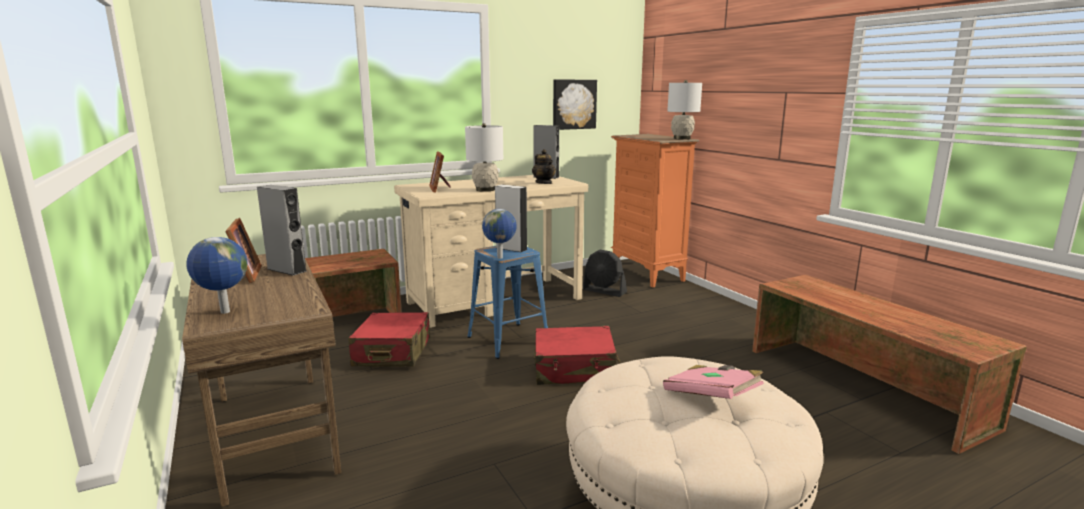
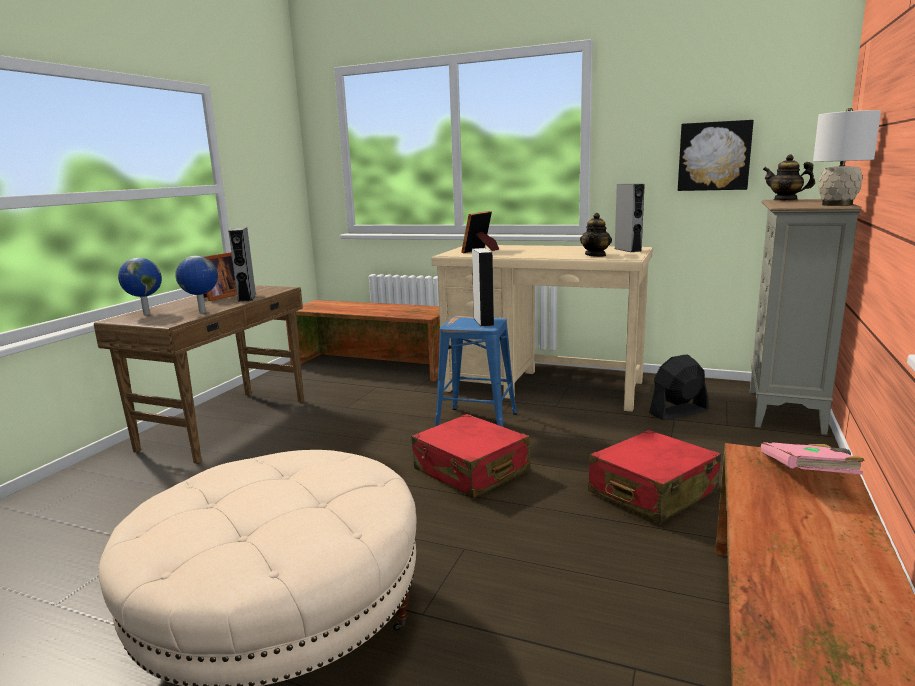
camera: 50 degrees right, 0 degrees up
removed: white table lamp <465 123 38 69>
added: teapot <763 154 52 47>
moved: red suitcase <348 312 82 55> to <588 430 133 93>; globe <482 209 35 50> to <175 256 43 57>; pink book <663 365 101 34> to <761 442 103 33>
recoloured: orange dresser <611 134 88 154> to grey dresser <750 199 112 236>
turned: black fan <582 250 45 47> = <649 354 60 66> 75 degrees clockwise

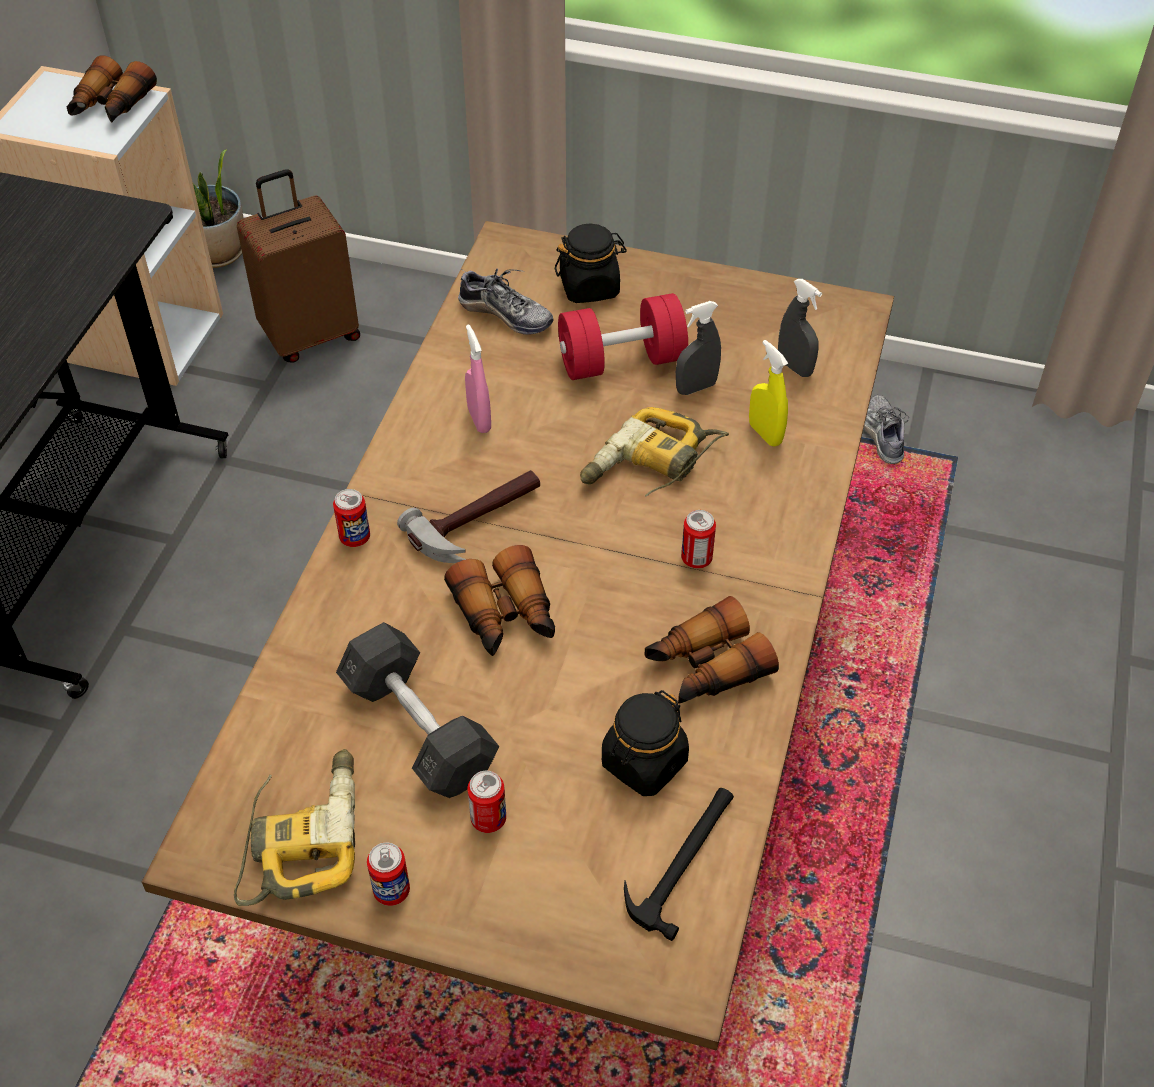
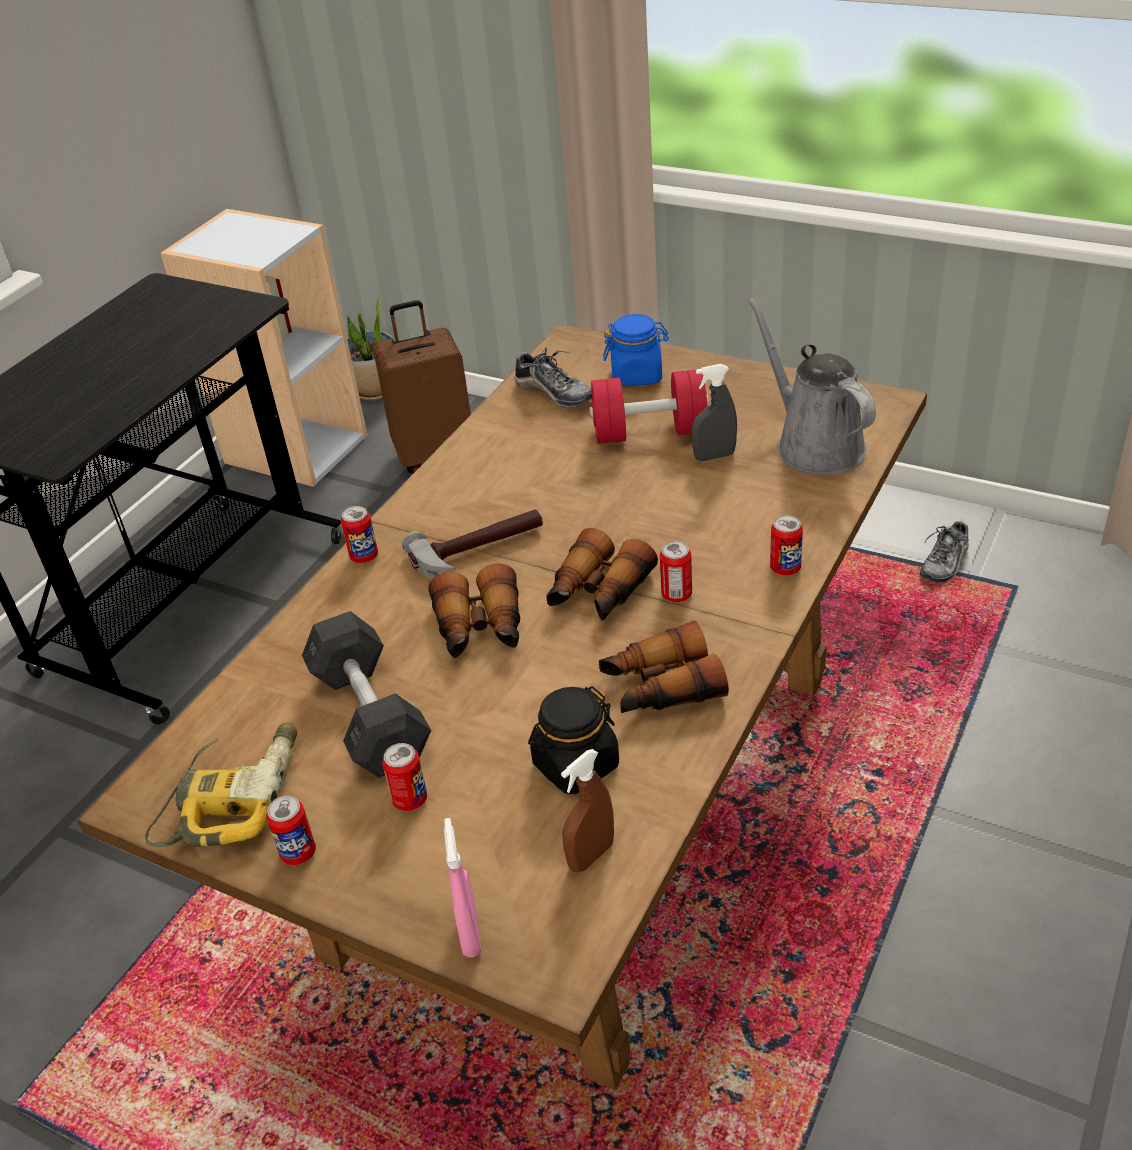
camera: 15 degrees right, 10 degrees down
removed: power drill <580 407 149 89>; yellow spray bottle <749 340 39 107>
added: can <770 515 33 61>
moved: binoculars <67 55 90 68> to <546 528 112 93>; pink spray bottle <465 324 26 109> to <444 818 37 140>
replaced: hammer <624 788 110 153> to brown spray bottle <561 749 53 124>; grey spray bottle <778 279 44 98> to grey watering can <748 298 128 177>
recoloured: black jar <555 223 72 80> to blue jar <603 314 66 72>
turned: shoe <864 395 45 69> = <920 518 49 65> 150 degrees counterclockwise

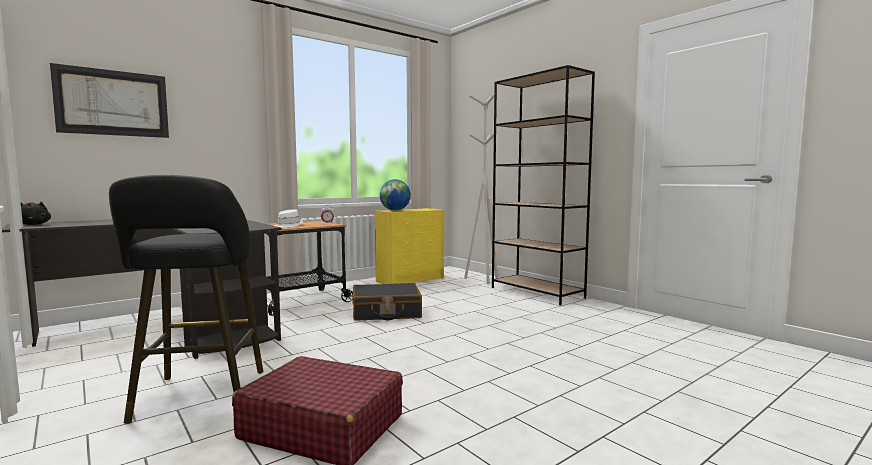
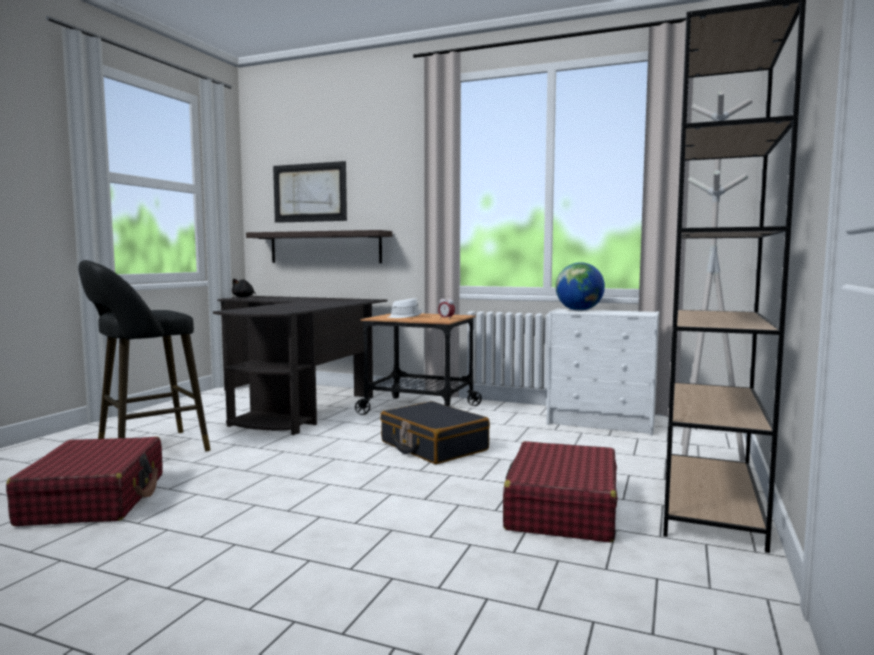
camera: 60 degrees right, 0 degrees up
added: shelf <246 230 146 33>; red suitcase <503 441 115 101>
recoloured: yellow dresser <375 208 69 76> to white dresser <546 308 113 127>

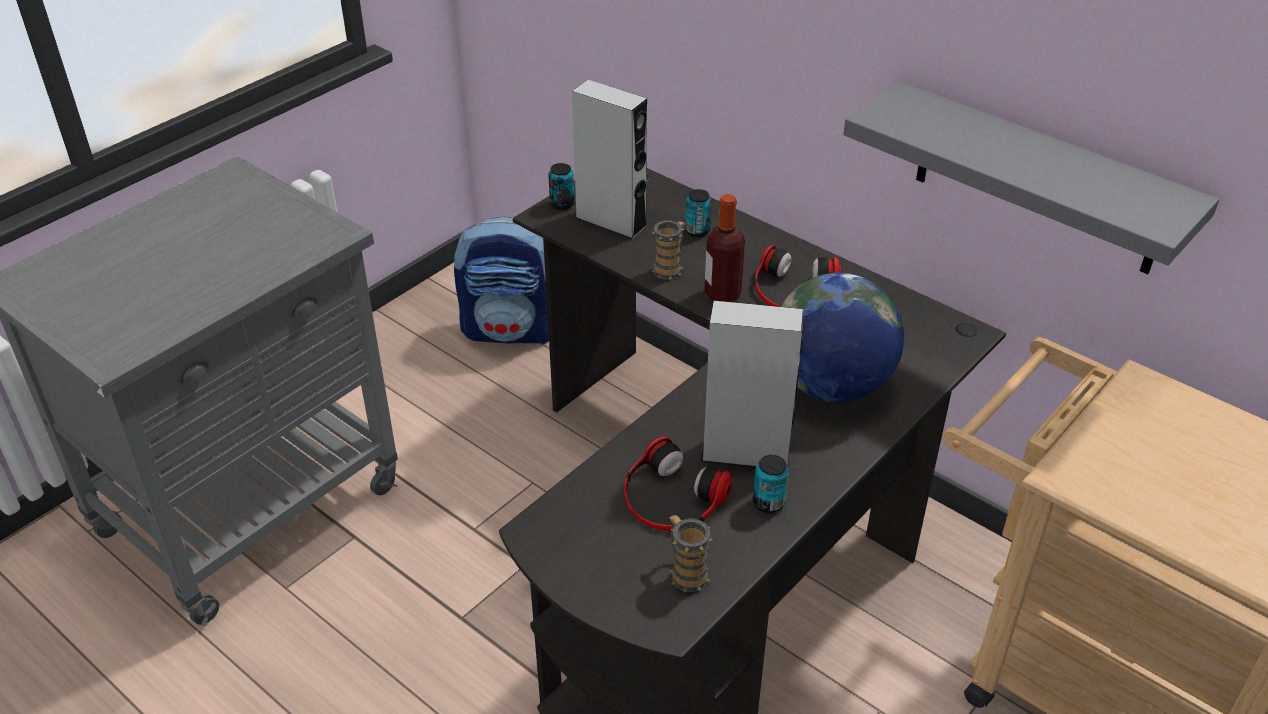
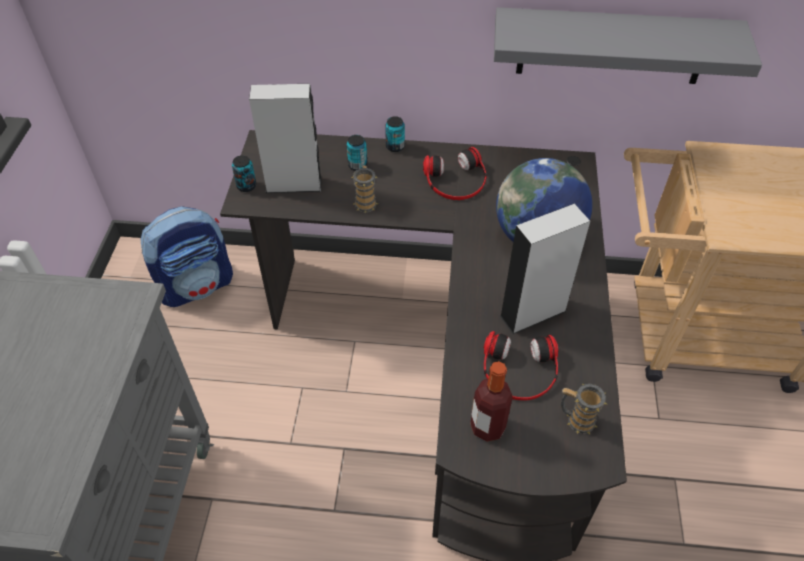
camera: 35 degrees left, 10 degrees up
moved: bottle <704 194 41 108> to <470 361 43 81>; can <753 455 36 58> to <385 116 20 36>

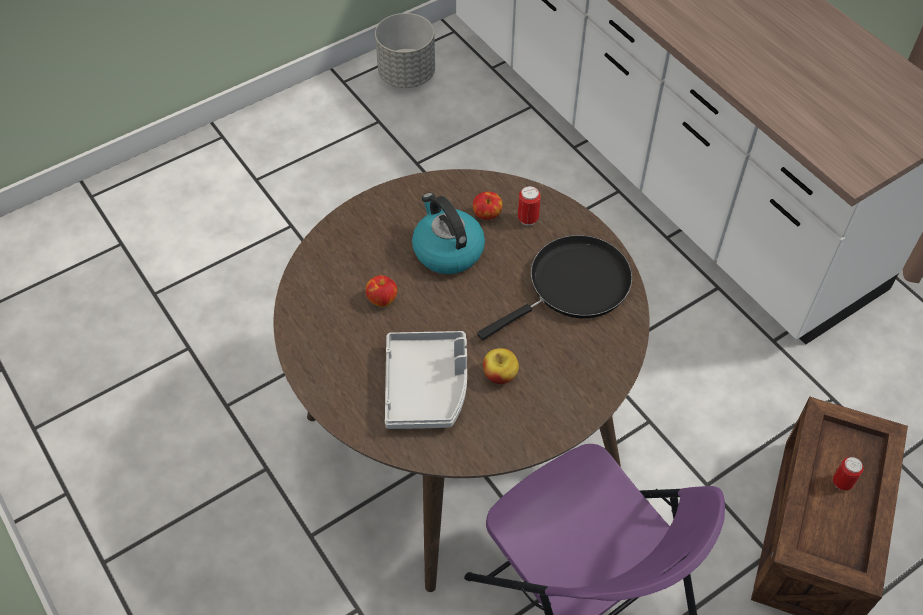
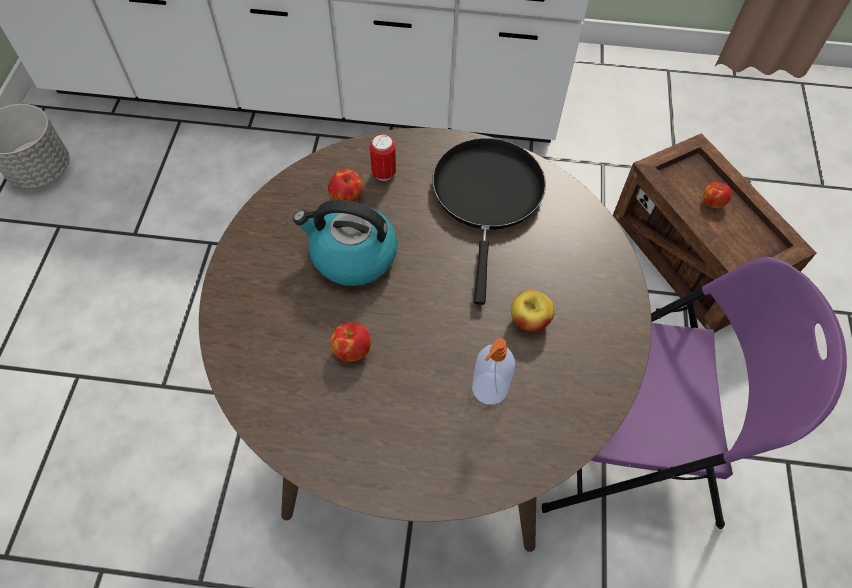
camera: 50 degrees left, 5 degrees up
replaced: grey tray <385 331 82 98> to soap dispenser <472 338 43 67>; can <833 457 31 33> to apple <703 182 29 26>

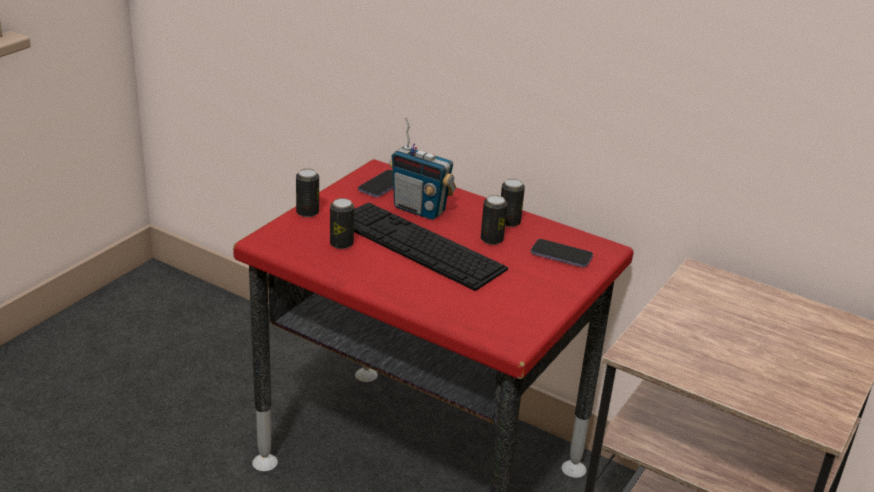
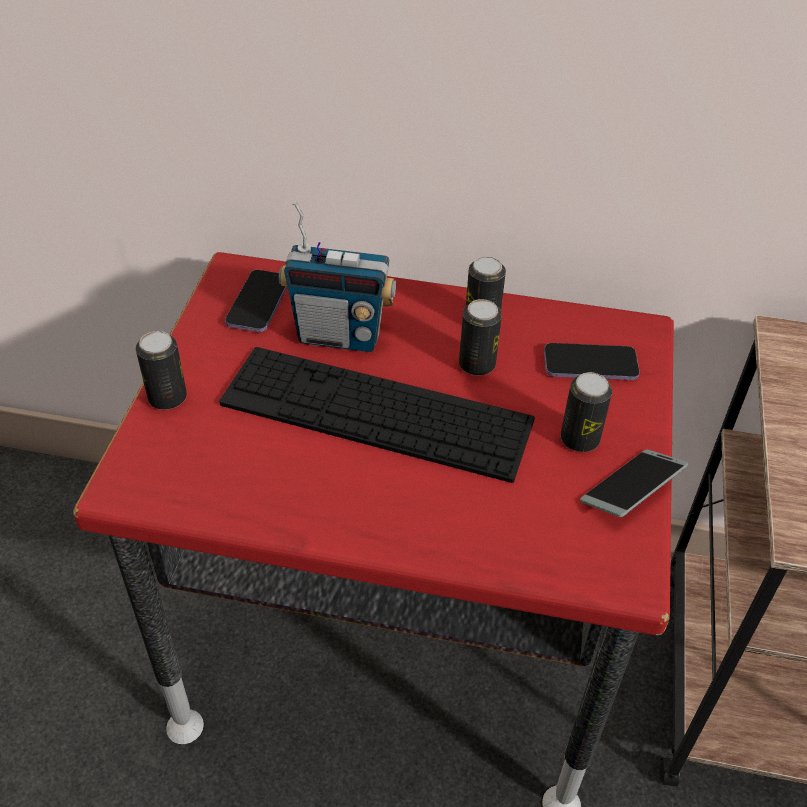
camera: 20 degrees left, 15 degrees up
added: phone <580 450 108 67>
moved: can <330 198 24 51> to <560 372 52 80>

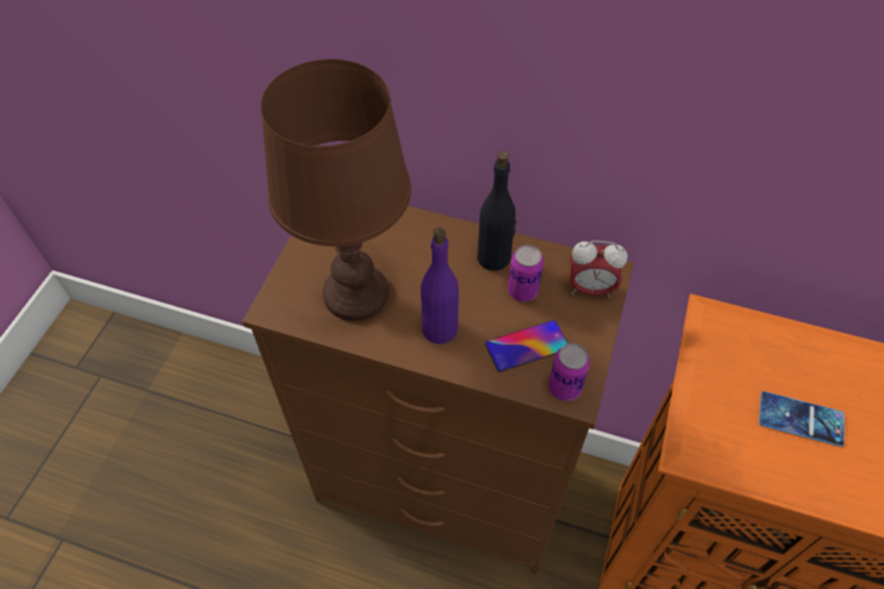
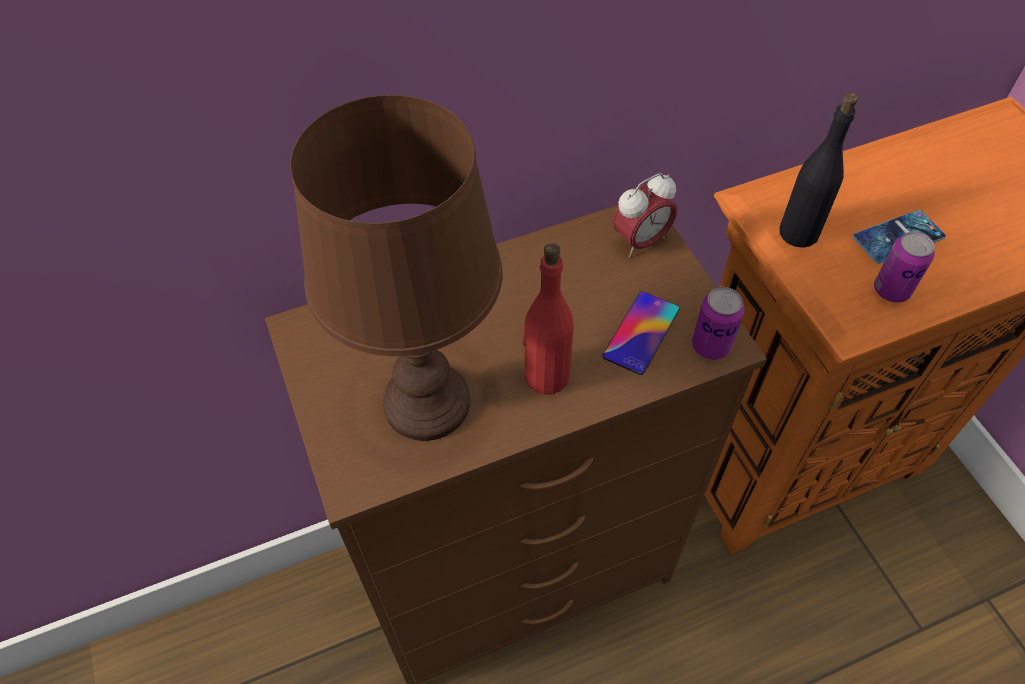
camera: 40 degrees left, 0 degrees up
moved: black bottle <477 151 39 120> to <779 93 79 155>; can <508 245 36 57> to <874 232 61 71>
recoloured: purple bottle <421 227 38 117> to red bottle <523 243 51 152>

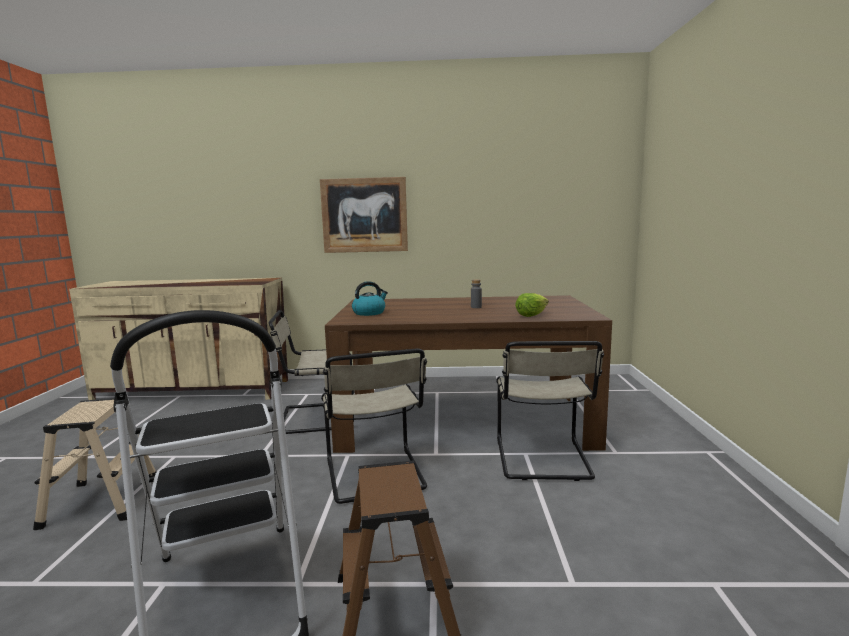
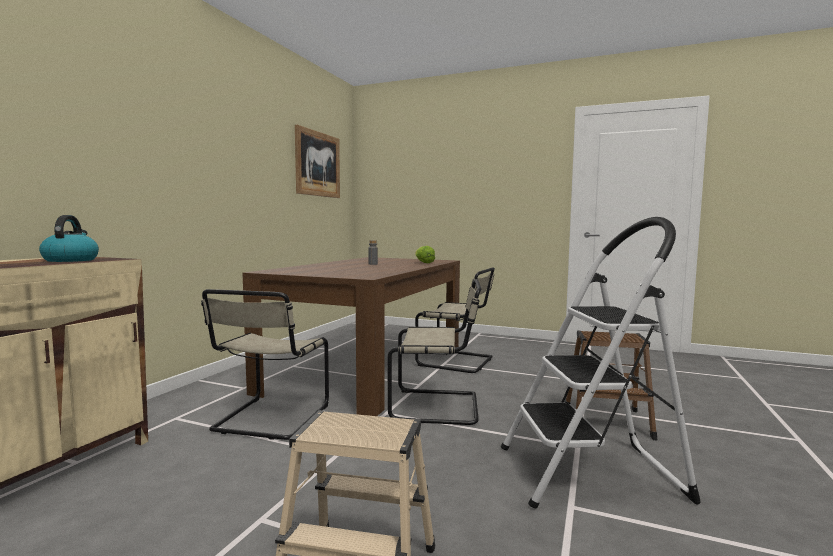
camera: 70 degrees left, 5 degrees down
moved: picture <320 177 88 76> to <295 125 45 73>; kettle <352 281 36 35> to <39 215 60 47>

